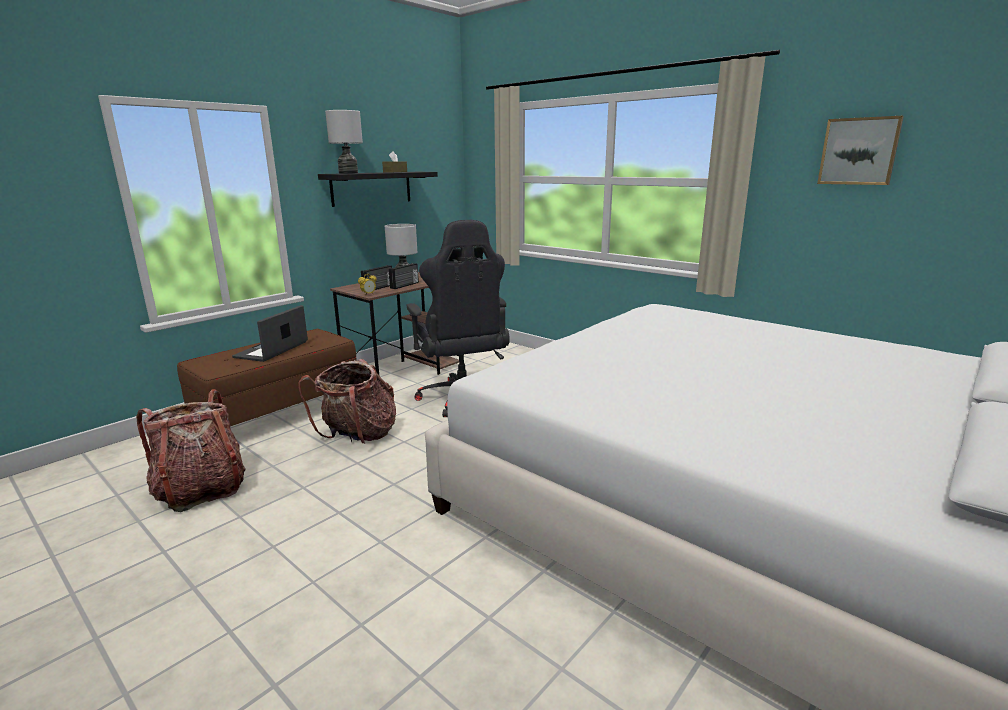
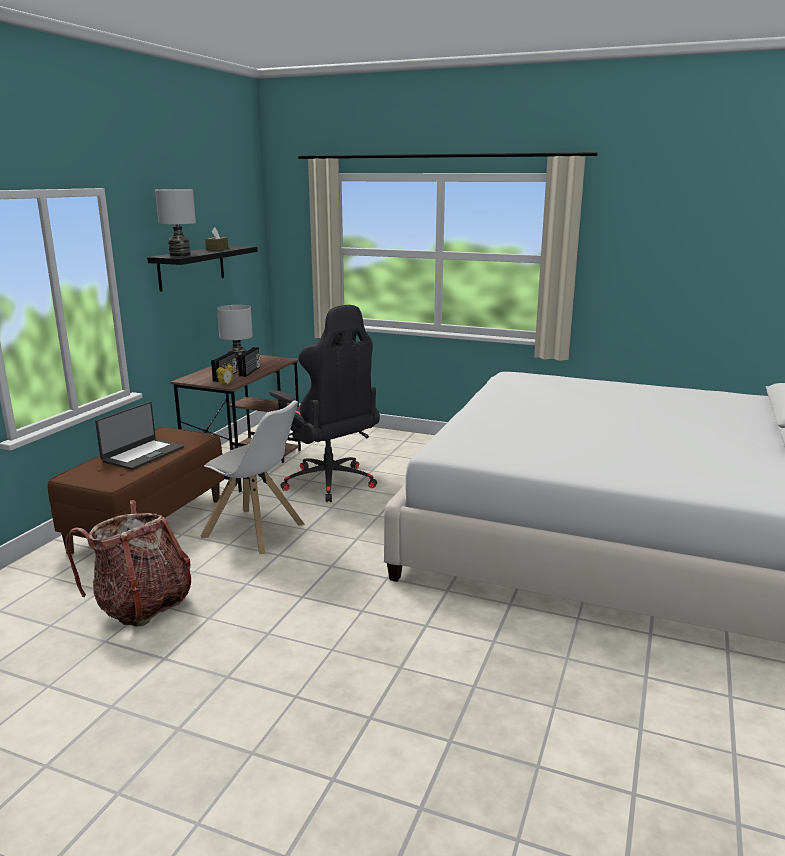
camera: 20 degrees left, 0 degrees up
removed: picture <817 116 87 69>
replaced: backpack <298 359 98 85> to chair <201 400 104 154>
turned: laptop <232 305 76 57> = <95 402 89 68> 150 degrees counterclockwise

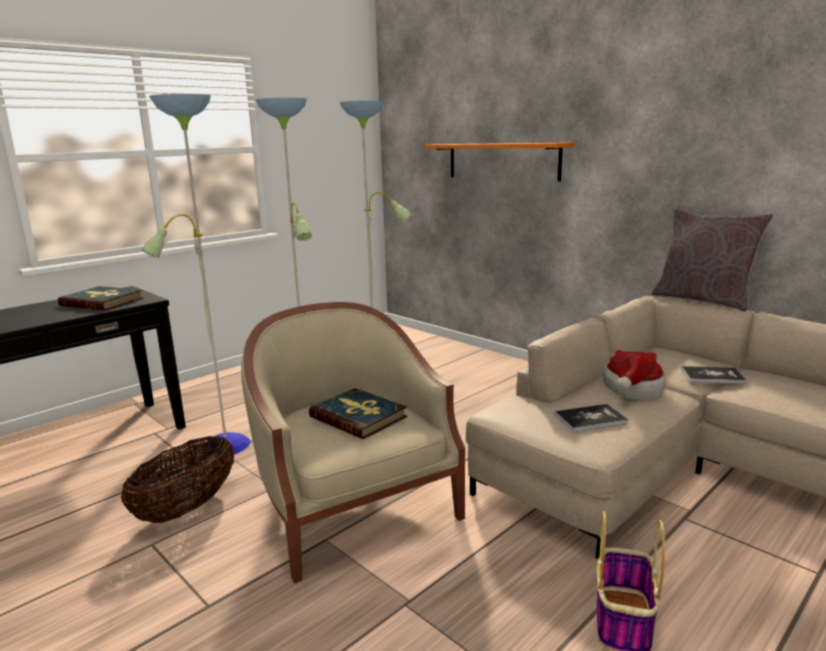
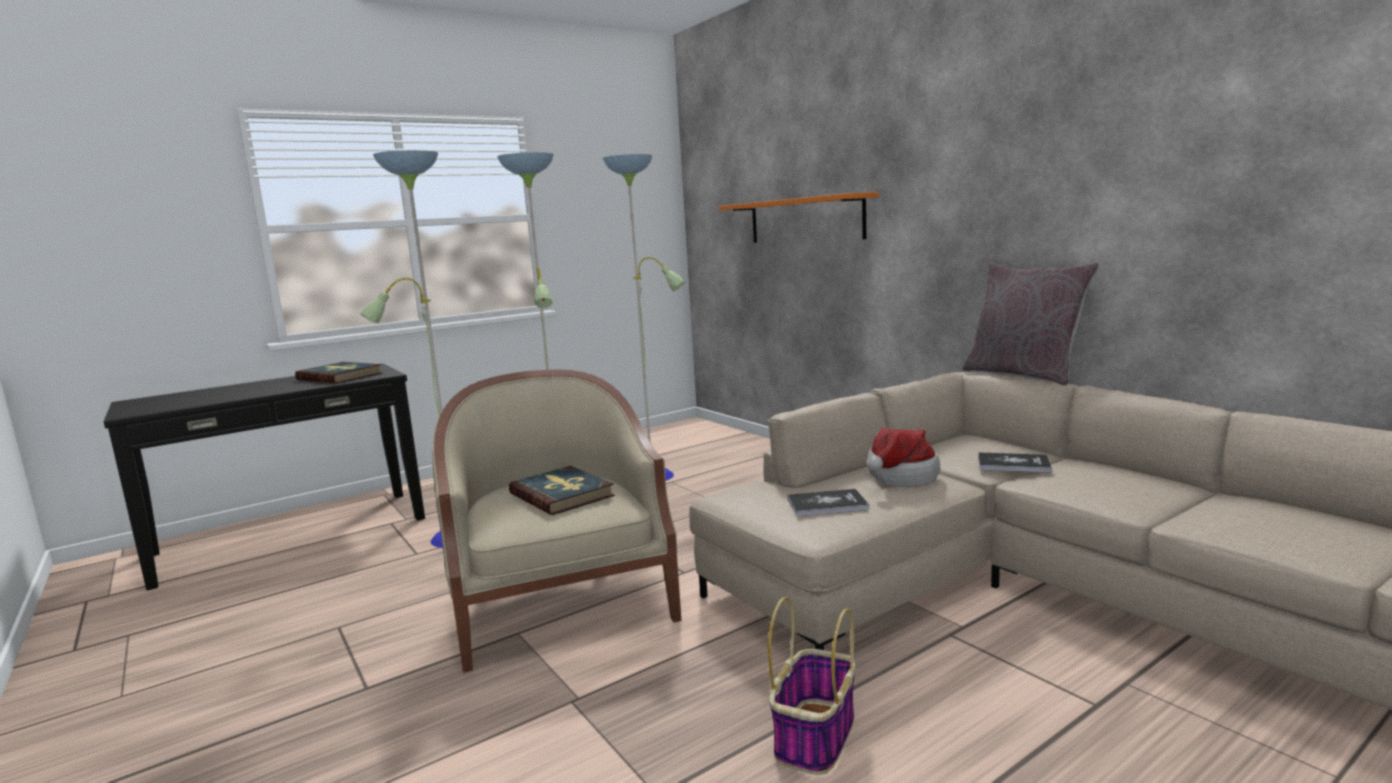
camera: 10 degrees right, 5 degrees down
removed: basket <121 436 113 87>

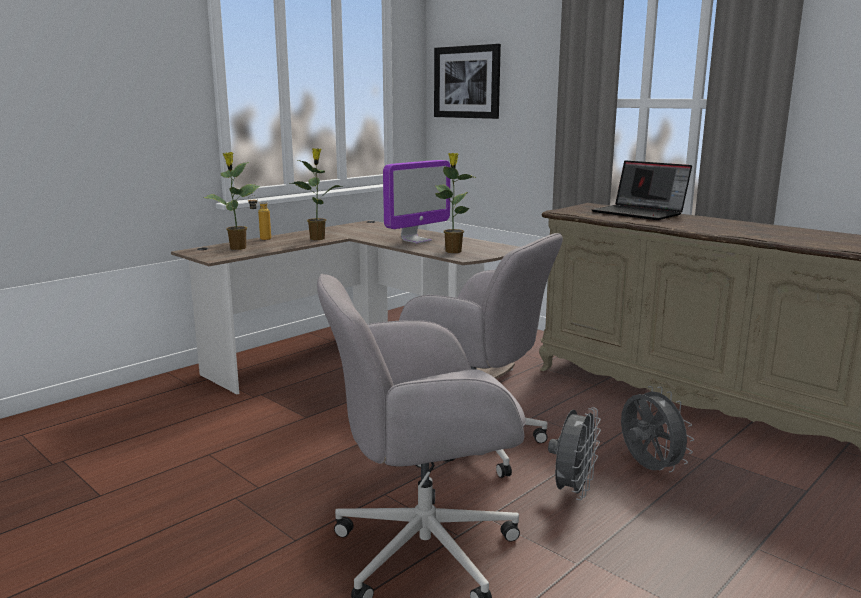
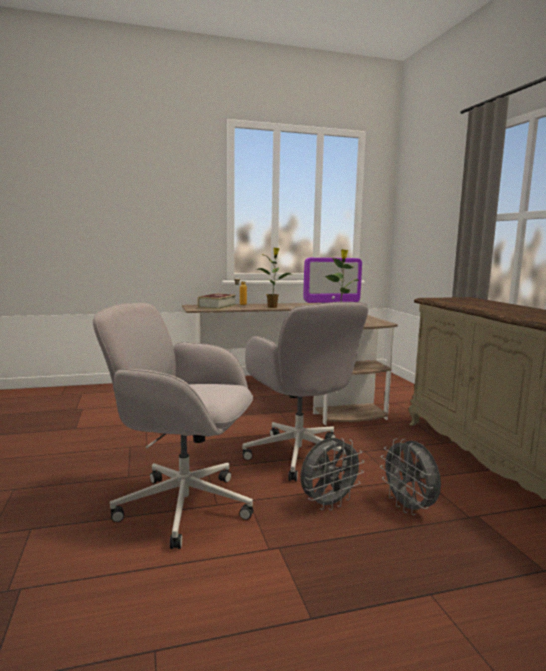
camera: 30 degrees right, 5 degrees down
removed: picture <434 44 67 75>; laptop <592 160 100 60>
replaced: potted plant <204 152 56 98> to book <197 293 40 17>
turned: grey fan <621 386 73 86> = <380 438 61 77> 150 degrees clockwise

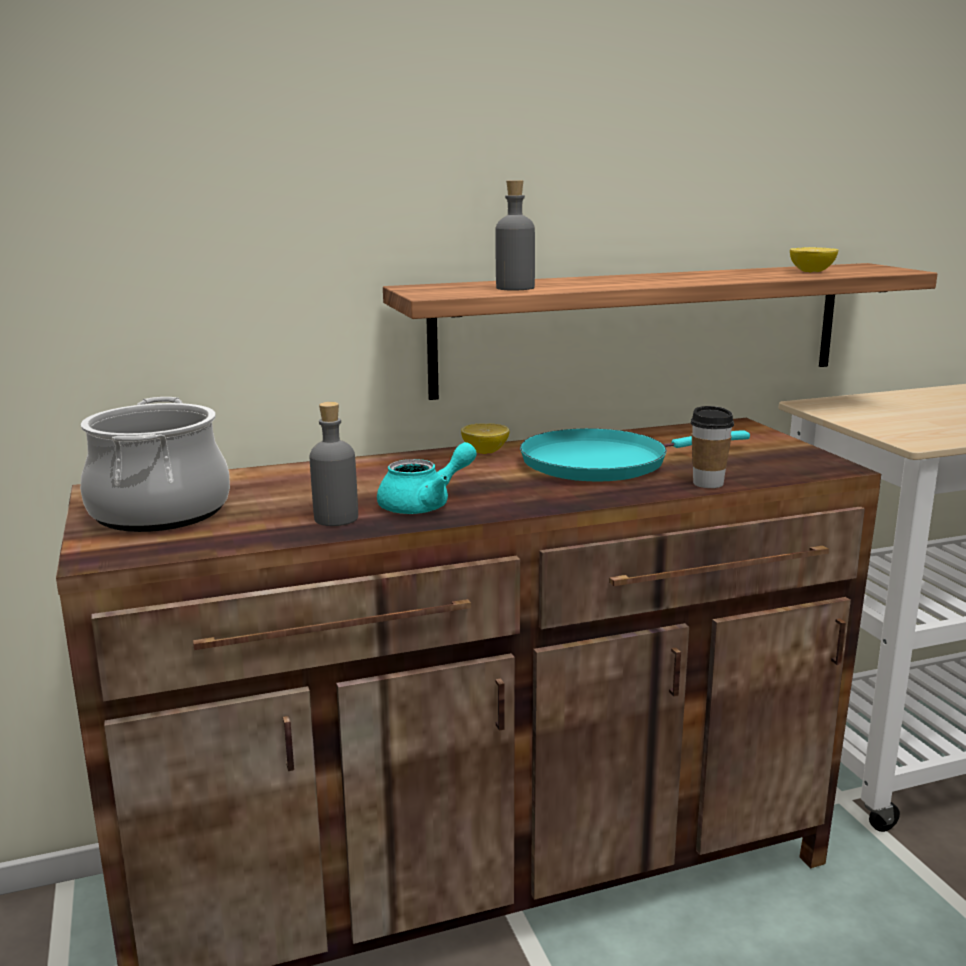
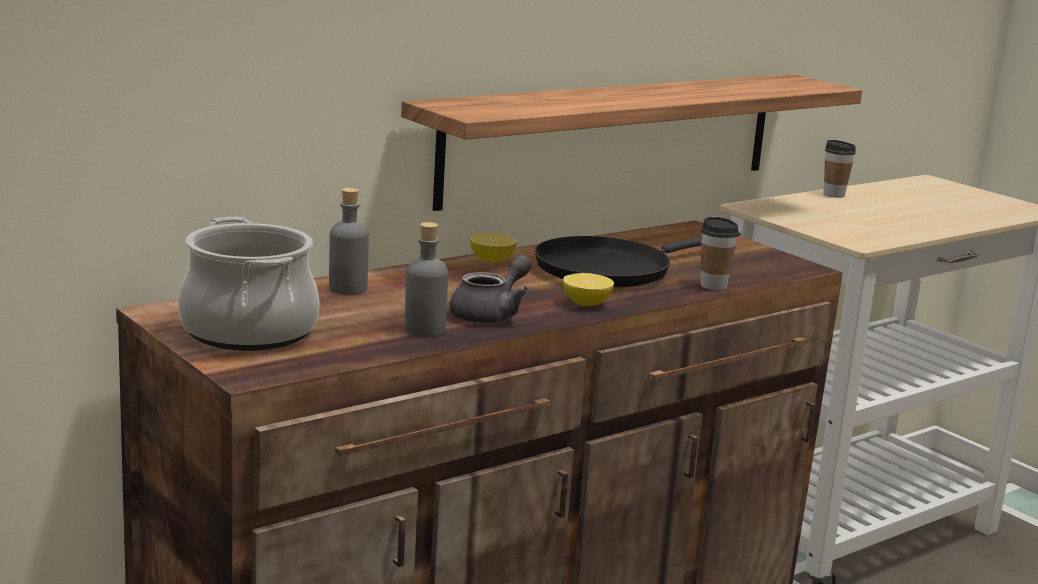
camera: 20 degrees left, 0 degrees up
added: cup <823 140 33 58>
moved: grey bottle <495 180 40 111> to <329 188 40 107>; lemon <790 247 48 25> to <563 273 51 33>
recoloured: turquoise teapot <377 442 100 72> to grey teapot <449 255 83 68>; turquoise frying pan <520 428 230 54> to black frying pan <534 236 168 51>

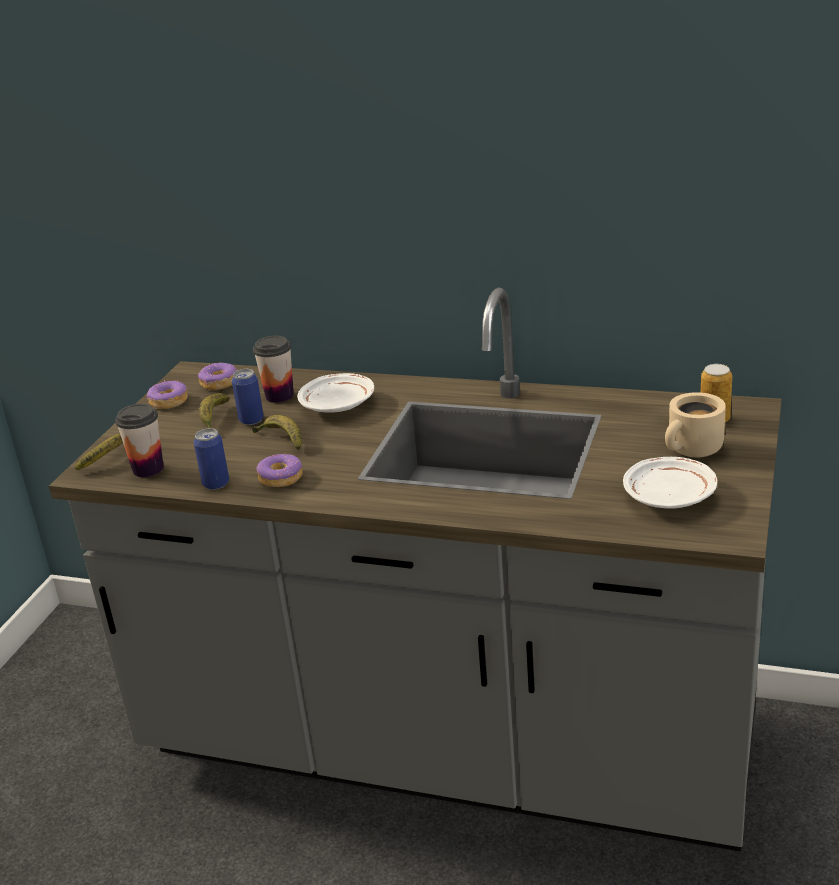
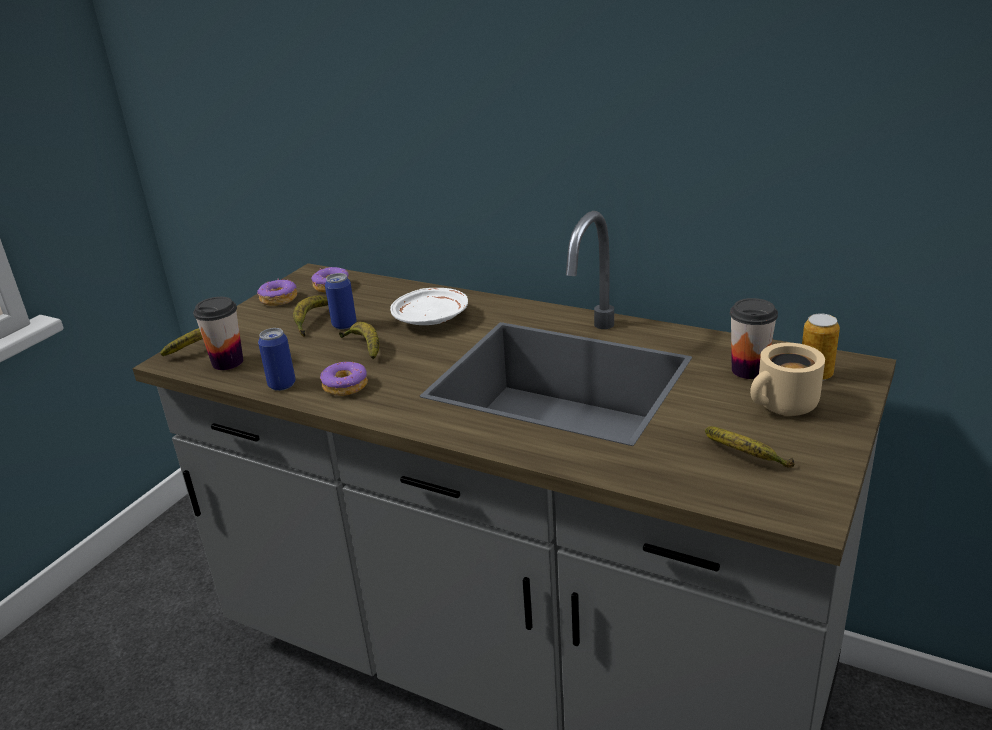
camera: 10 degrees right, 0 degrees up
moved: cup <253 336 41 67> to <730 298 48 81>
replaced: white plate <623 457 94 52> to banana <705 426 90 42>

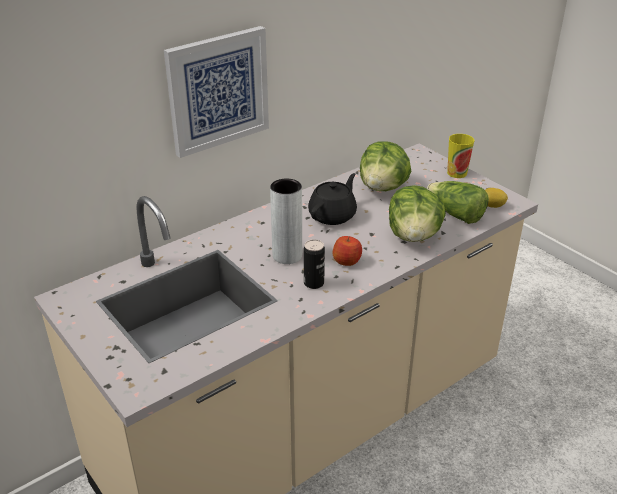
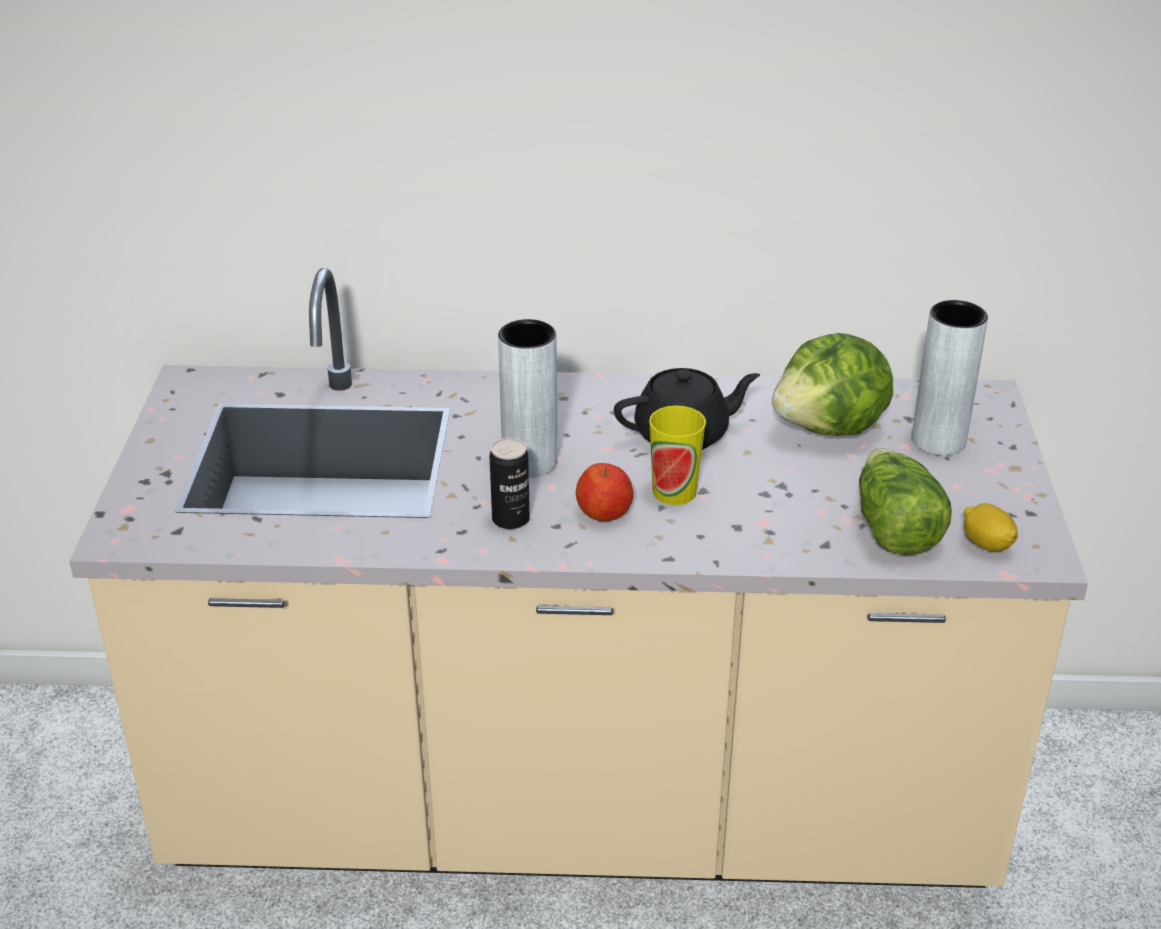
camera: 40 degrees right, 0 degrees up
removed: picture <164 26 105 132>; lettuce <389 185 57 57>
added: grey vase <912 300 76 156>
moved: cup <447 134 28 44> to <649 405 57 100>

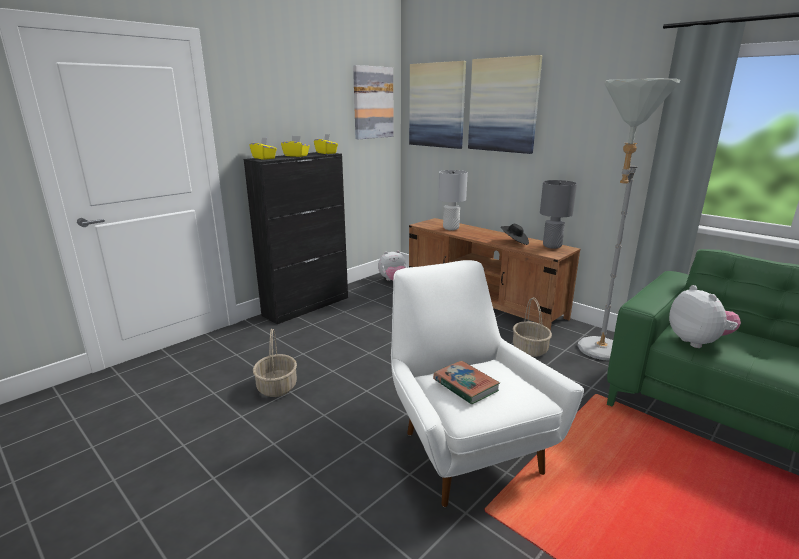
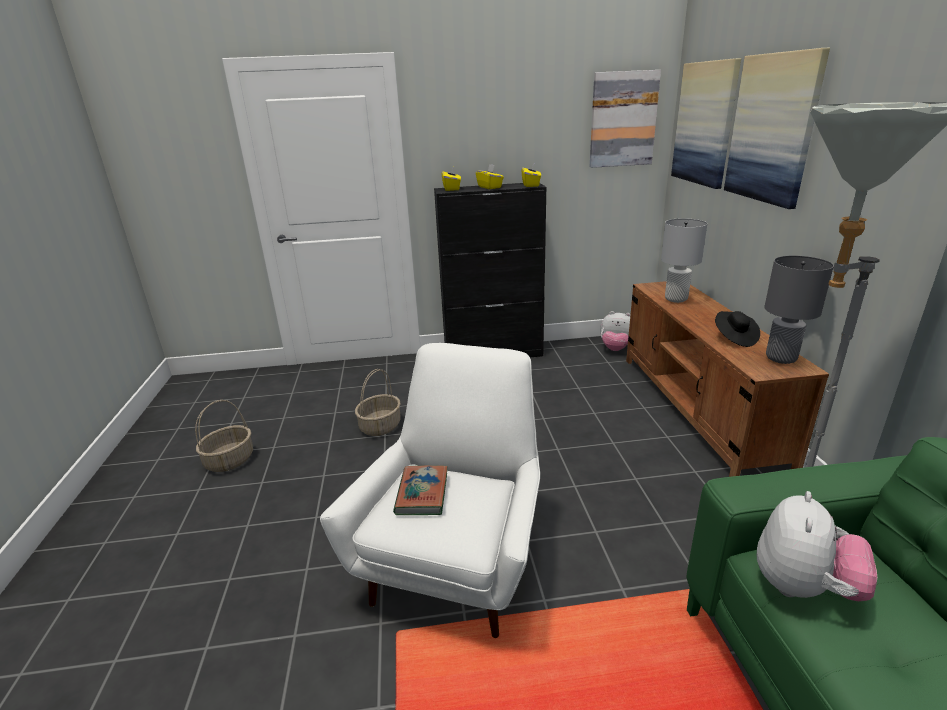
camera: 40 degrees right, 5 degrees up
moved: basket <513 297 39 60> to <195 400 58 72>

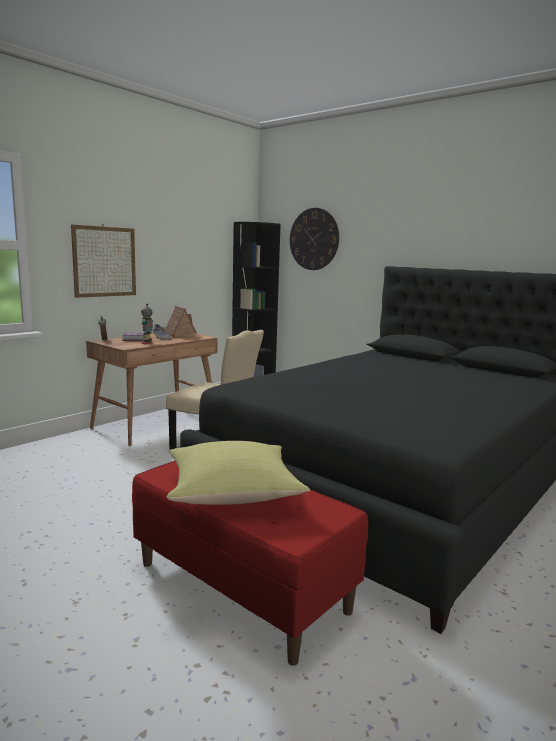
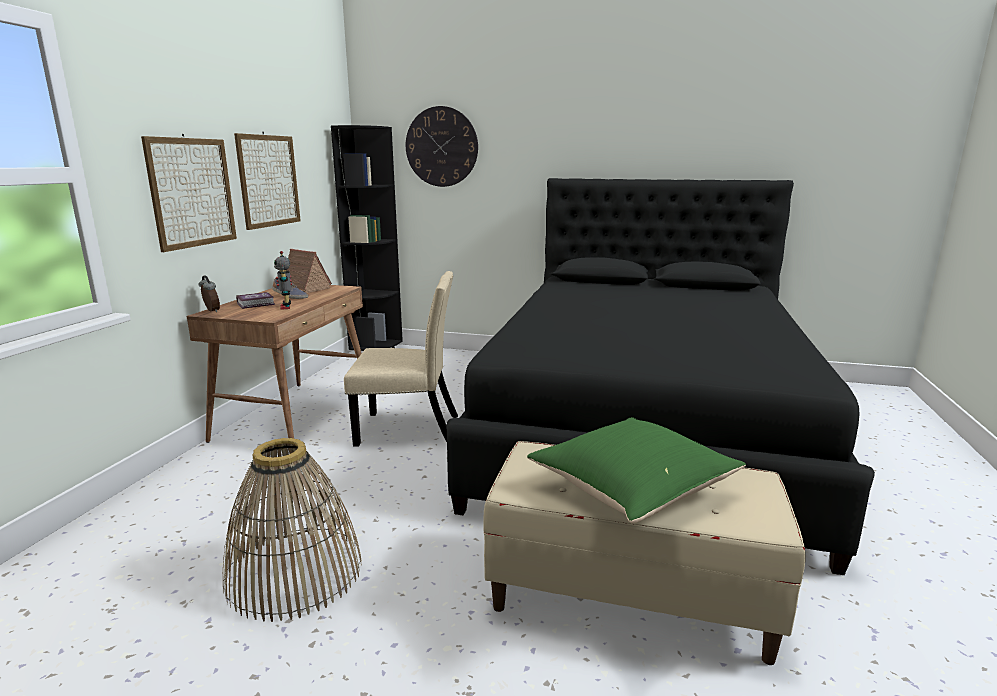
camera: 25 degrees left, 5 degrees up
added: basket <223 438 139 184>; picture <234 132 67 98>
recoloured: red bench <132 461 236 205> to beige bench <483 441 323 224>; yellow pillow <167 441 143 64> to green pillow <527 417 219 106>

